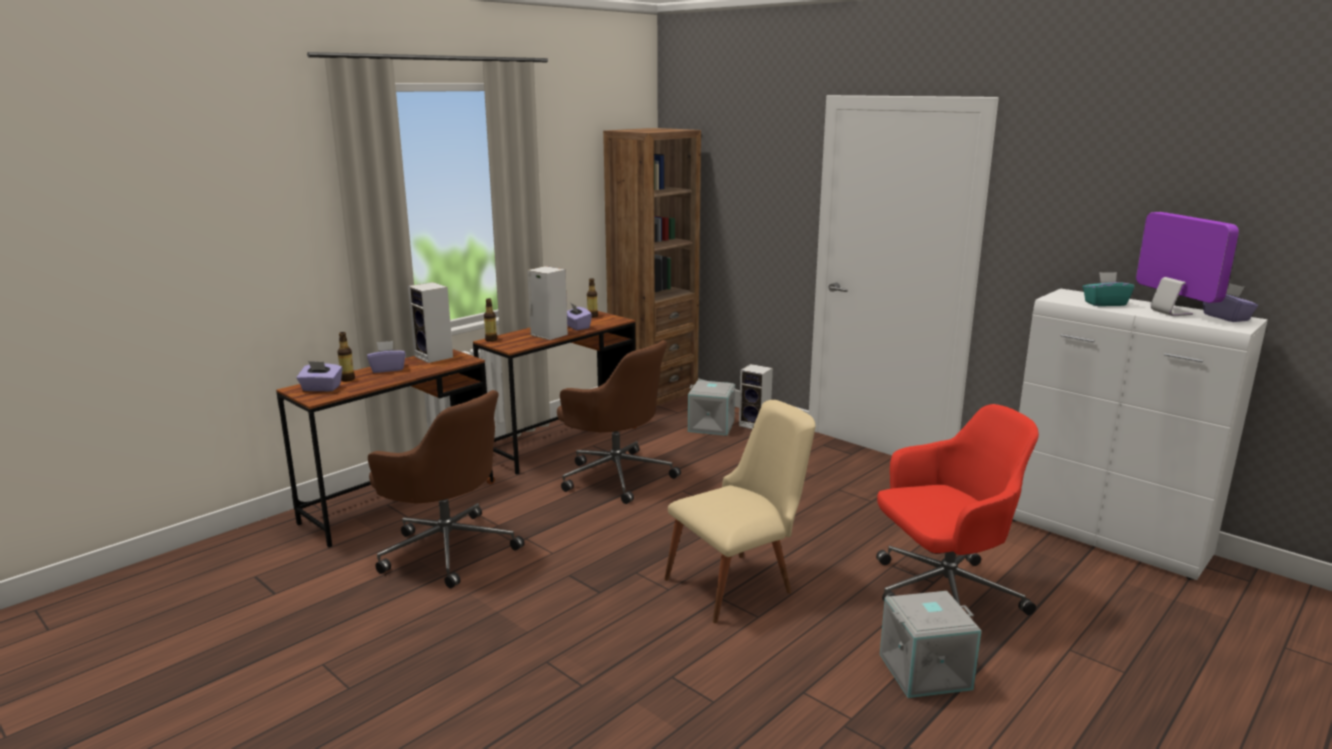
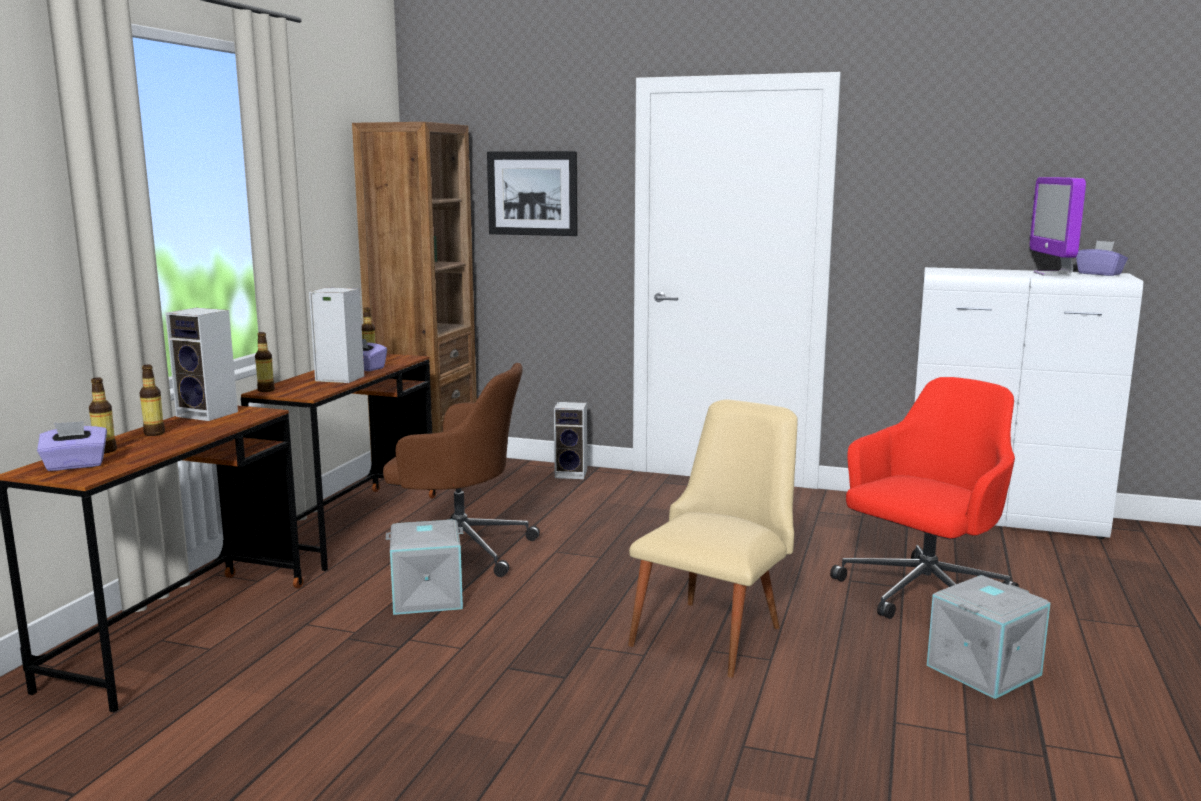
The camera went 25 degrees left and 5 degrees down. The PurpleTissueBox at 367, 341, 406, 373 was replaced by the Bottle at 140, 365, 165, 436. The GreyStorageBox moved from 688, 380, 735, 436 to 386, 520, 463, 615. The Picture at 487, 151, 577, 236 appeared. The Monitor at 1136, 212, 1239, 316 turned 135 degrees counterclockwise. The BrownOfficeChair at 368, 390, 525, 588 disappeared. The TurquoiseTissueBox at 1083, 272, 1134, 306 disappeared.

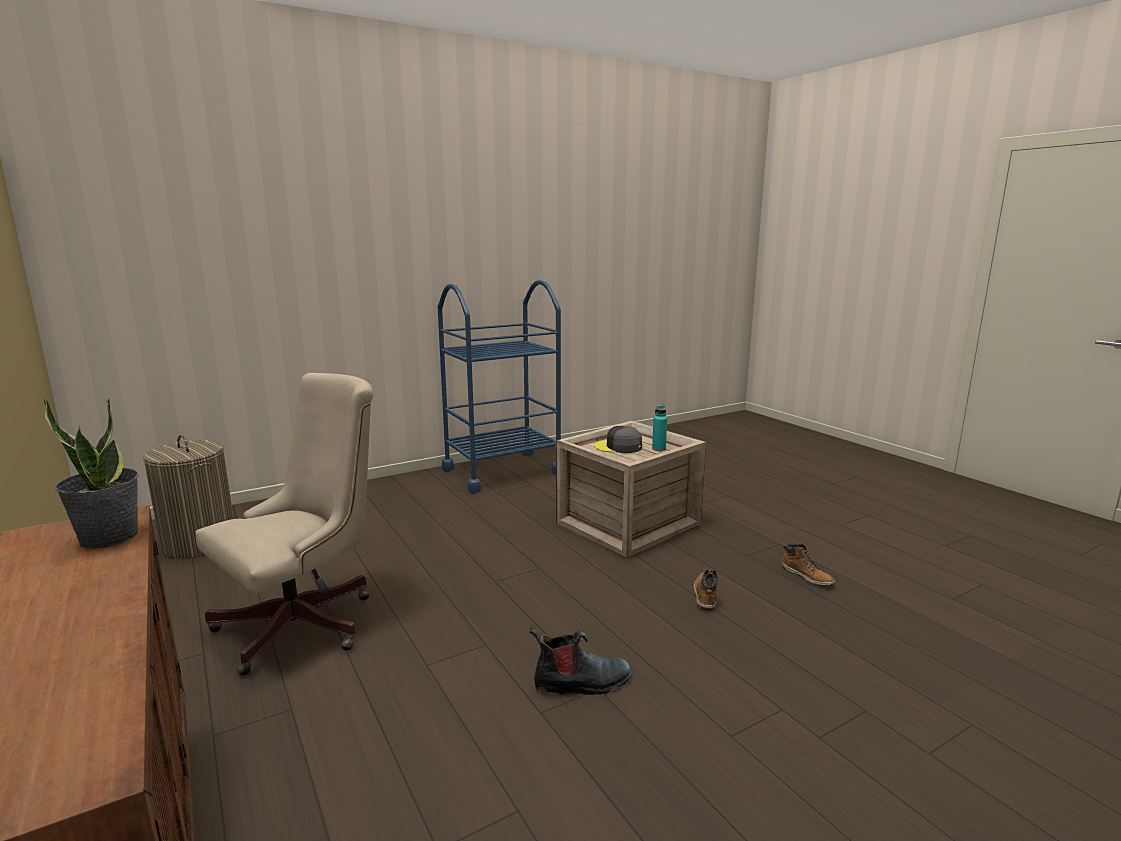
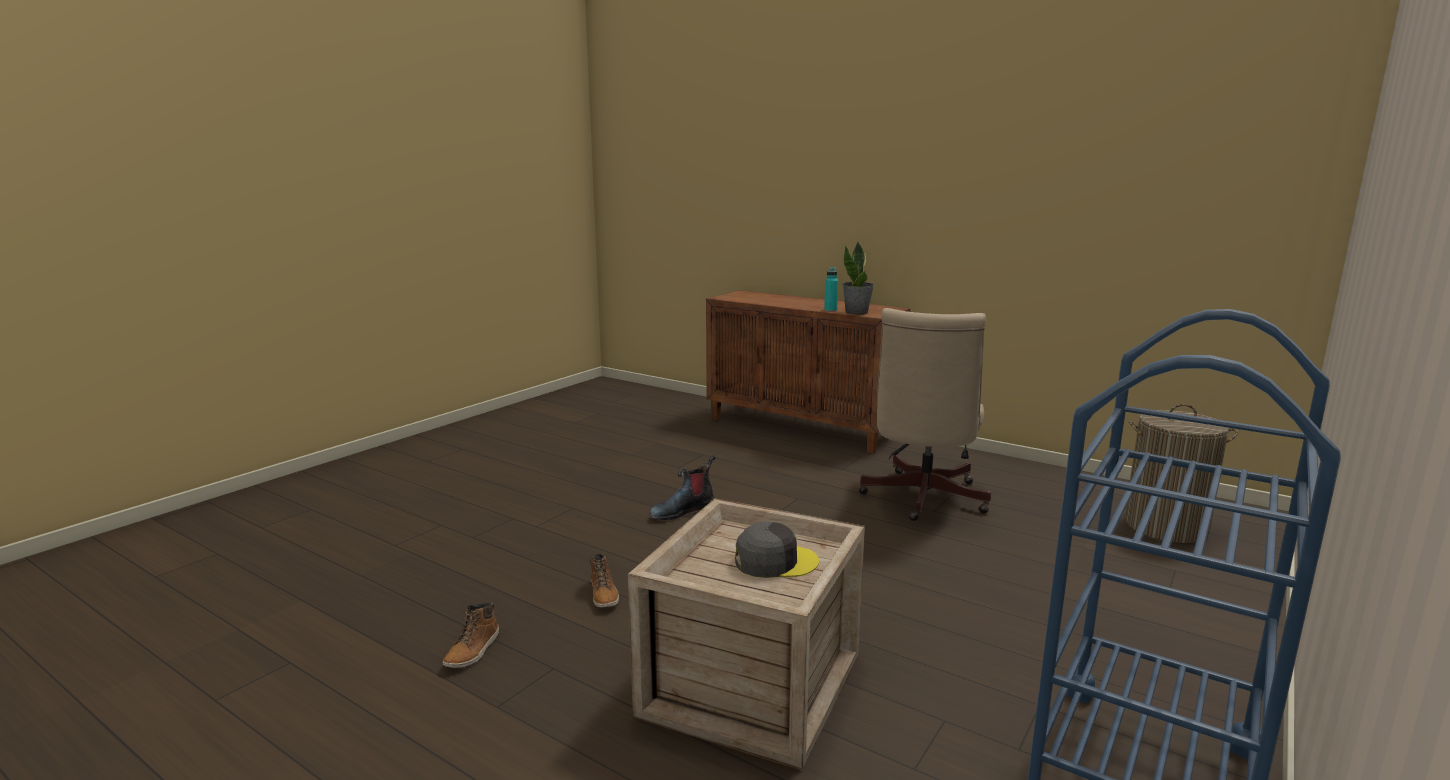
The camera went 155 degrees right and 0 degrees up. The Boot at 782, 544, 835, 586 turned 105 degrees counterclockwise. The TurquoiseBottle moved from 652, 404, 667, 451 to 824, 267, 838, 312.

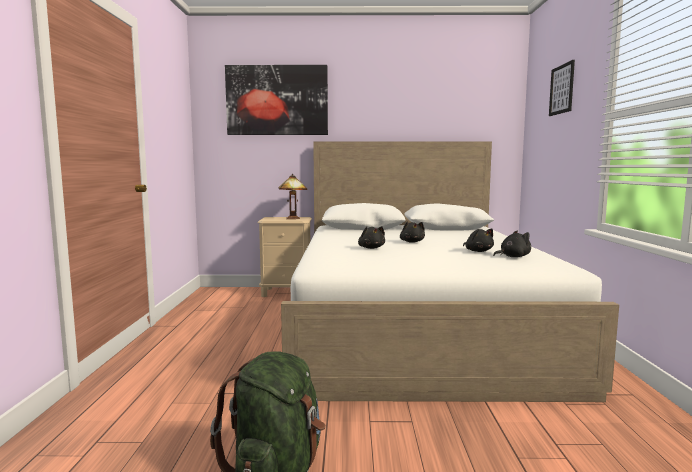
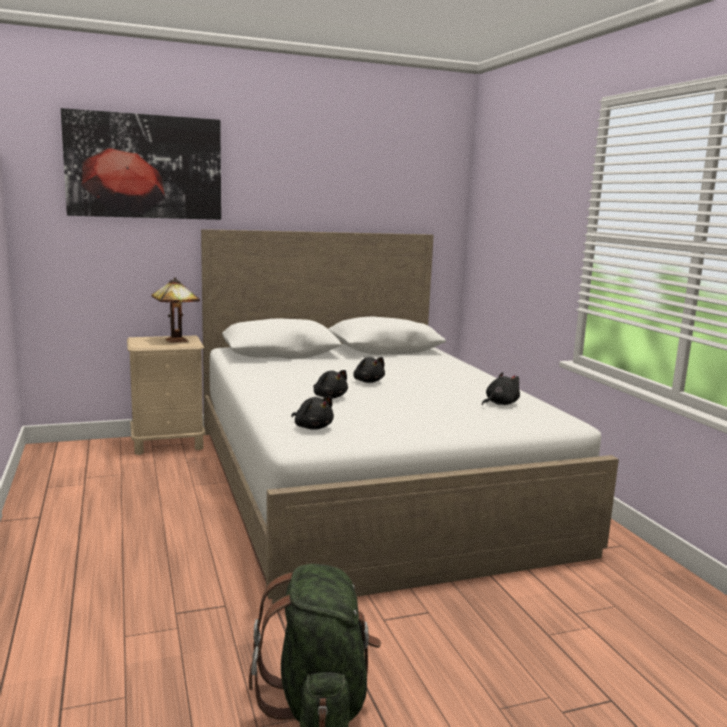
The camera went 20 degrees left and 5 degrees up. The BlackPlushToy moved from 463, 228, 494, 252 to 291, 396, 334, 430. The Picture at 549, 60, 575, 116 disappeared.

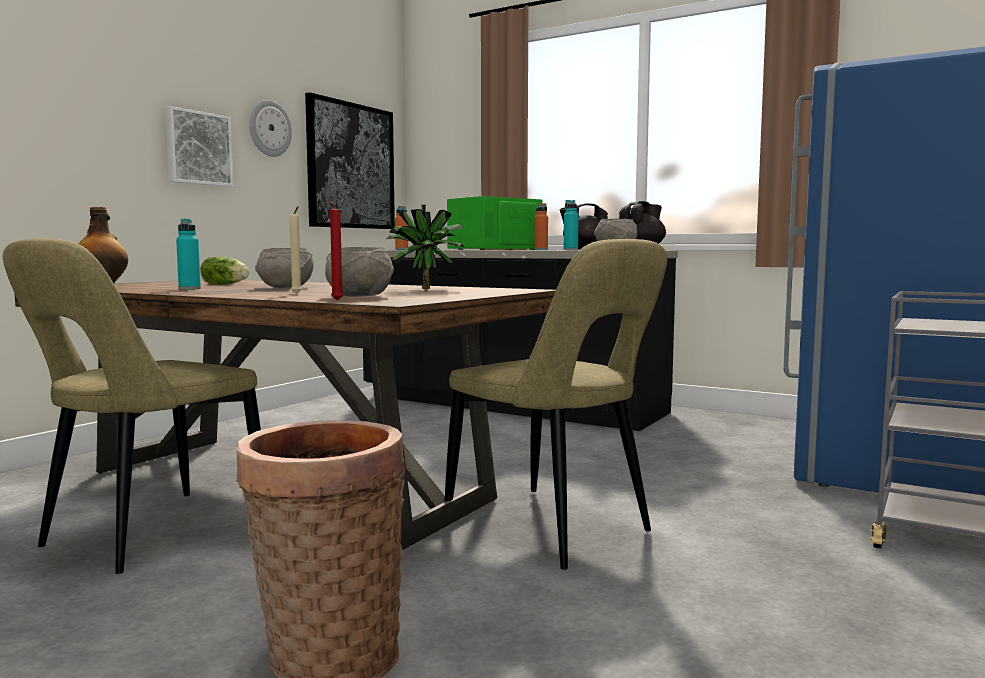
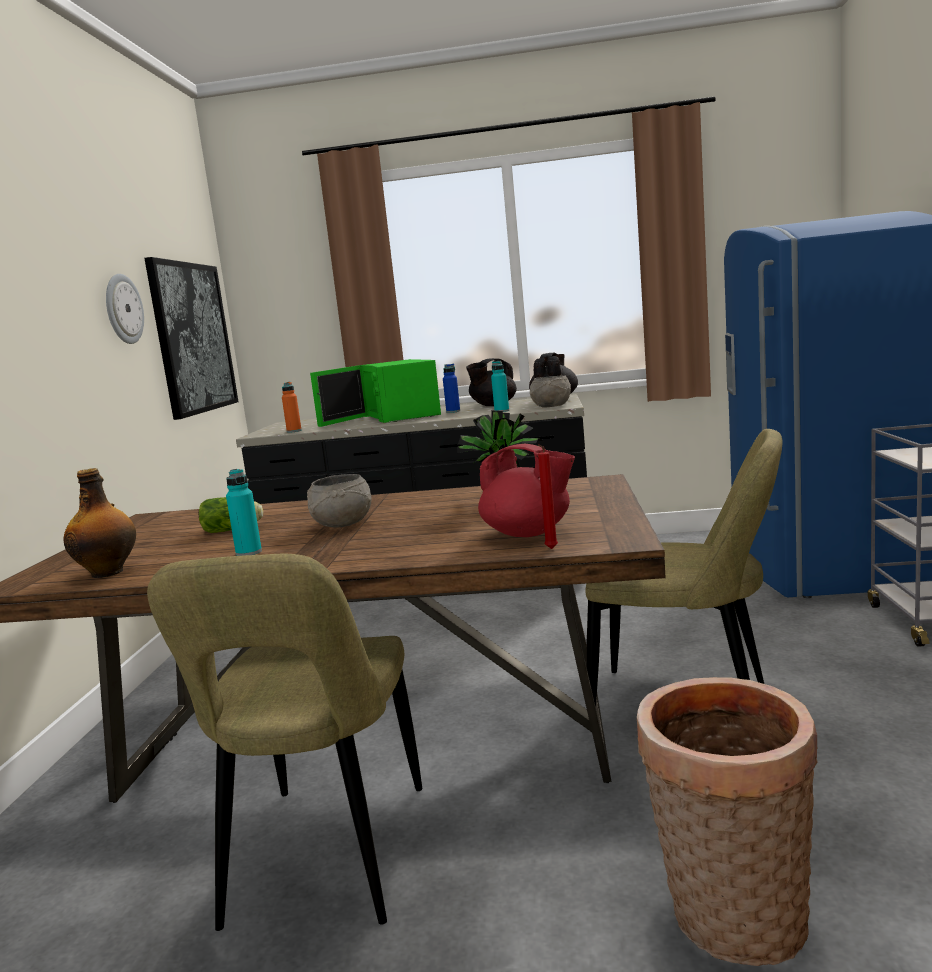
The camera went 25 degrees left and 5 degrees up. The GreenMicrowave at 447, 196, 542, 250 turned 45 degrees counterclockwise. The OrangeBottle at 534, 203, 548, 250 became the BlueBottle at 443, 363, 460, 413. The GreyBowl at 325, 247, 394, 297 was replaced by the RedTeapot at 478, 444, 575, 537. The Picture at 165, 106, 234, 187 disappeared. The BeigeCandle at 290, 206, 302, 294 disappeared.

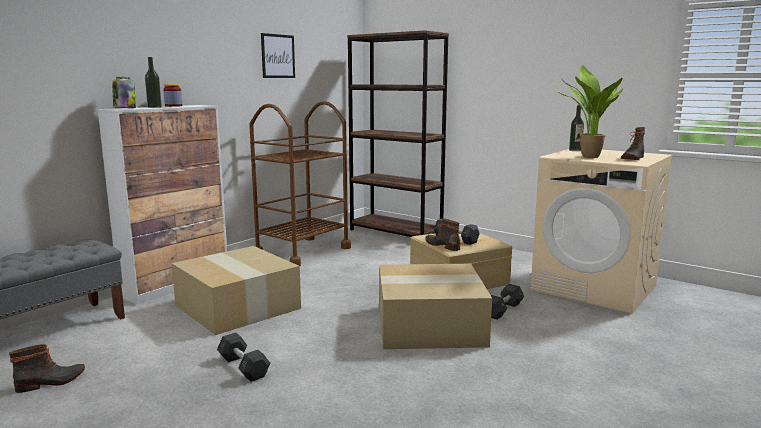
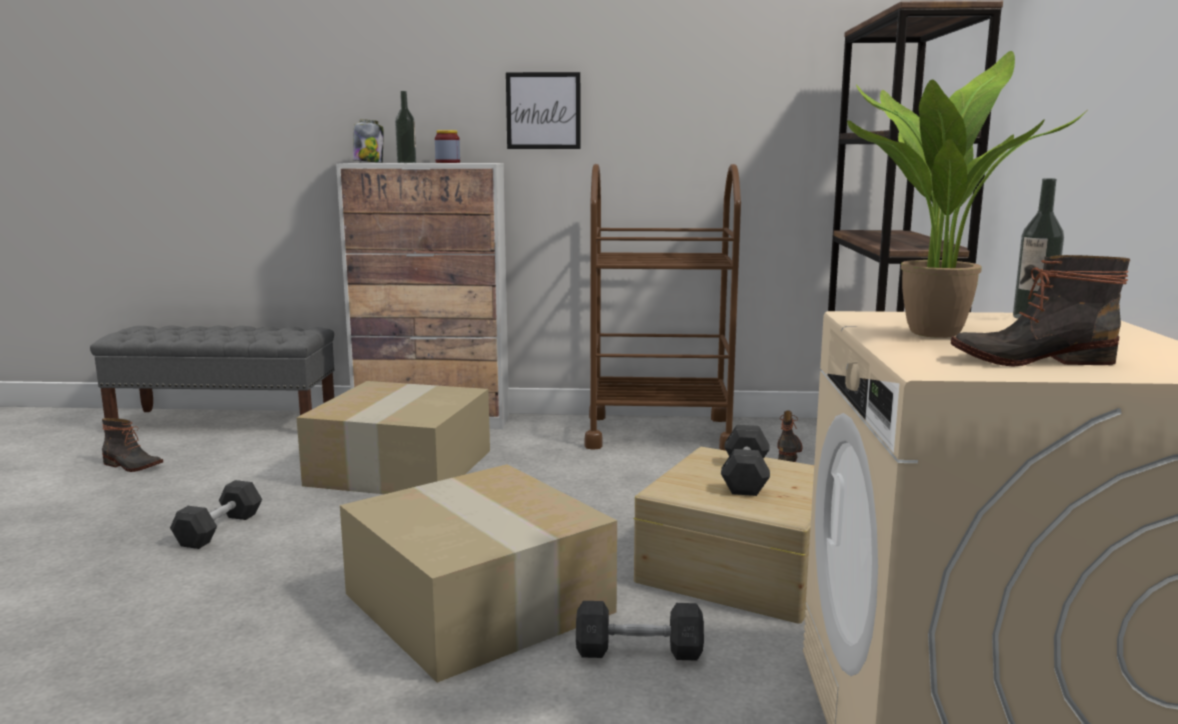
The camera went 55 degrees right and 0 degrees up. The Picture moved from 261, 33, 295, 78 to 506, 72, 580, 149. The Boot moved from 425, 219, 461, 251 to 777, 410, 802, 462.

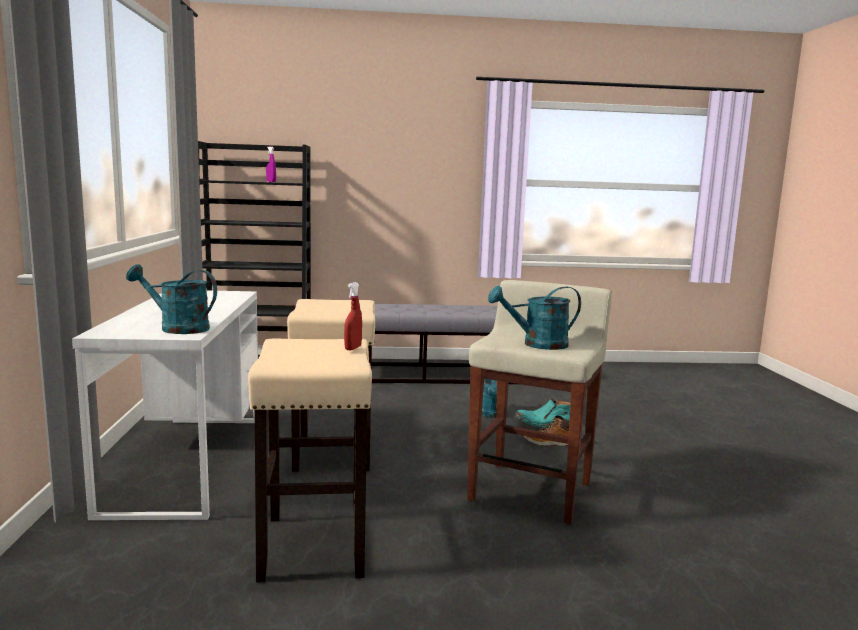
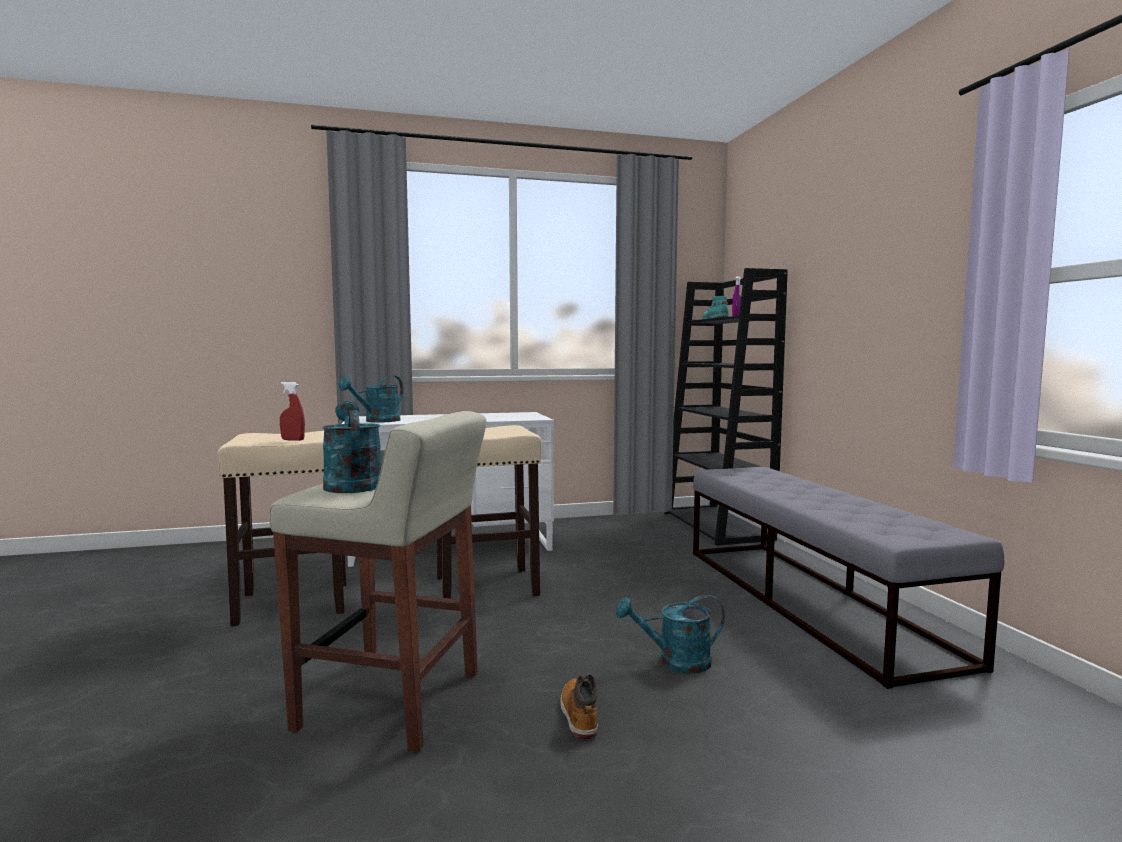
The camera went 80 degrees right and 5 degrees down. The TurquoiseWateringCan at 126, 264, 217, 334 turned 150 degrees counterclockwise. The TurquoiseBoot moved from 515, 398, 570, 427 to 703, 296, 729, 319.

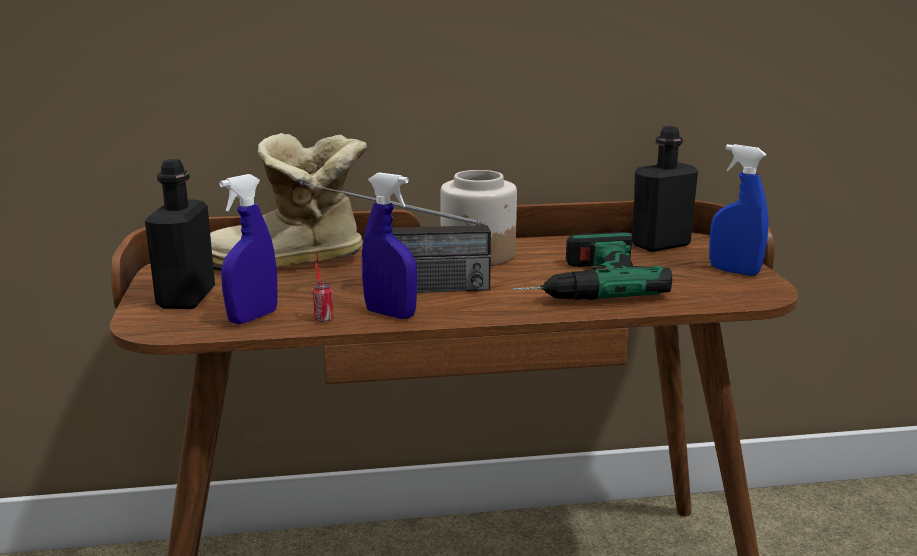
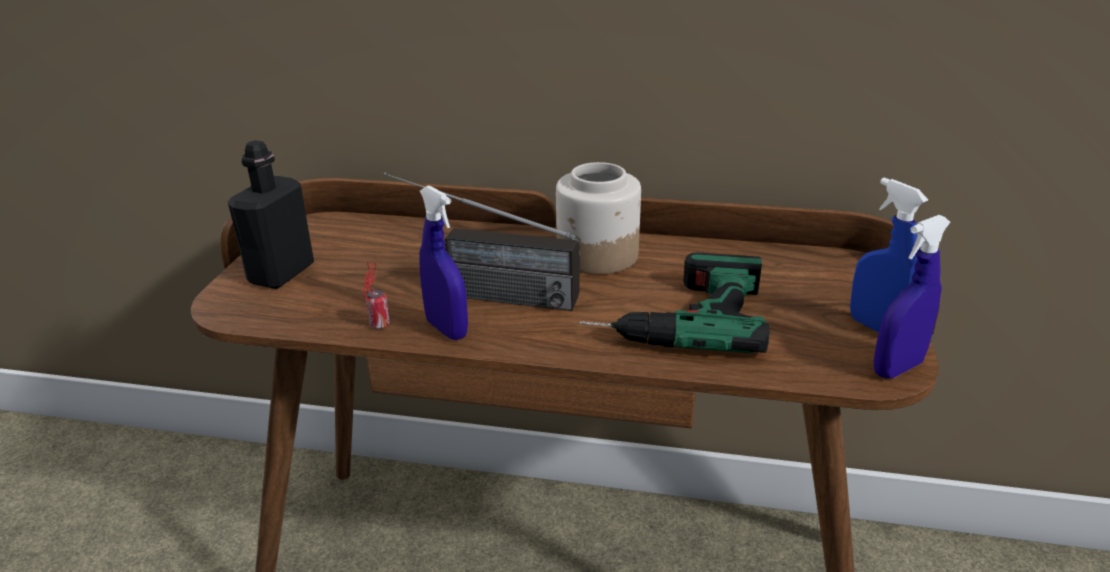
The camera went 20 degrees right and 10 degrees up. The BlueSprayBottle moved from 219, 174, 278, 324 to 874, 215, 950, 378. The Boot at 210, 133, 367, 271 disappeared. The BlackBottle at 632, 126, 698, 252 disappeared.

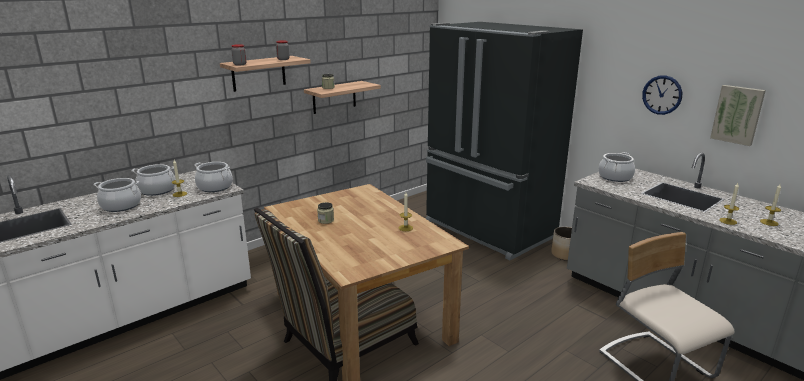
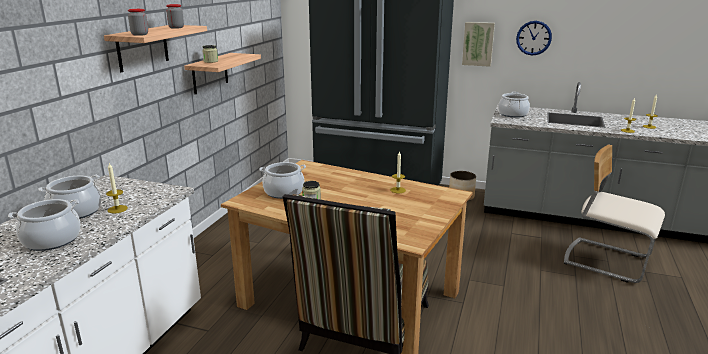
The camera went 30 degrees left and 0 degrees up. The CookingPot moved from 195, 162, 233, 192 to 259, 162, 306, 199. The Picture moved from 710, 85, 766, 146 to 462, 22, 495, 67.

